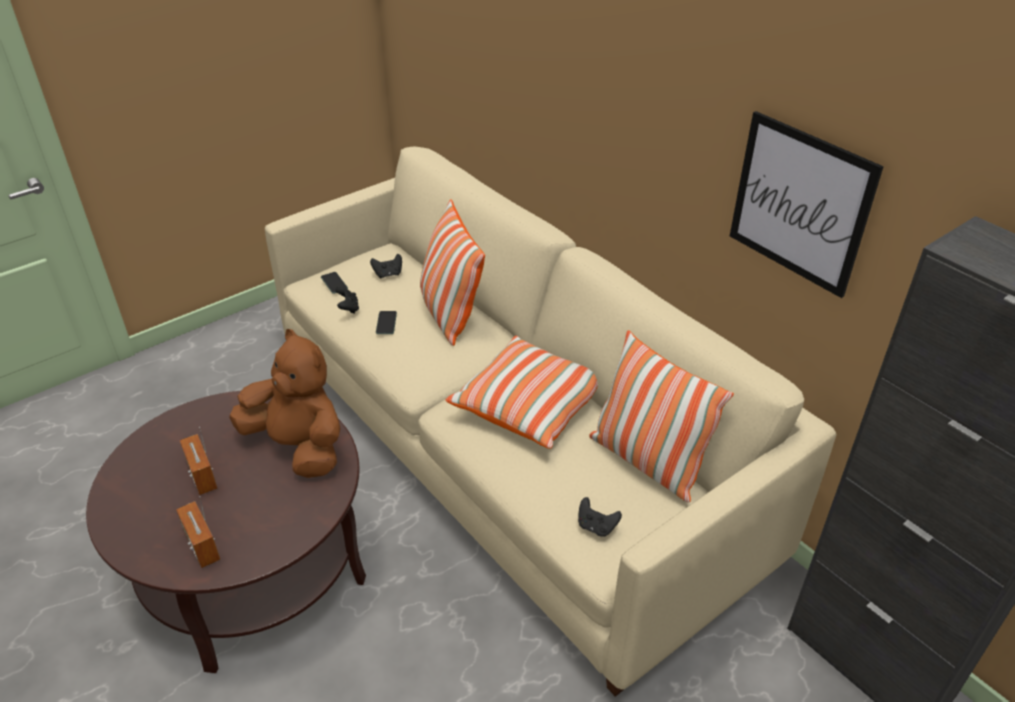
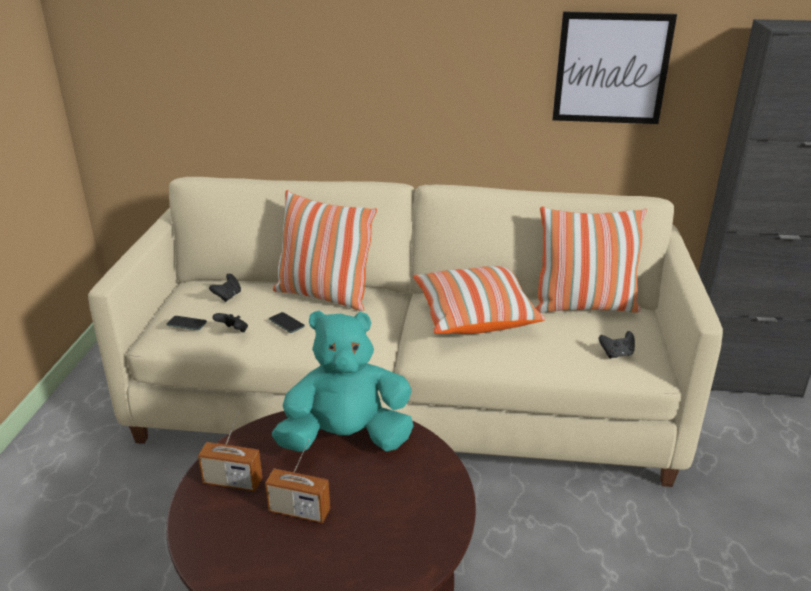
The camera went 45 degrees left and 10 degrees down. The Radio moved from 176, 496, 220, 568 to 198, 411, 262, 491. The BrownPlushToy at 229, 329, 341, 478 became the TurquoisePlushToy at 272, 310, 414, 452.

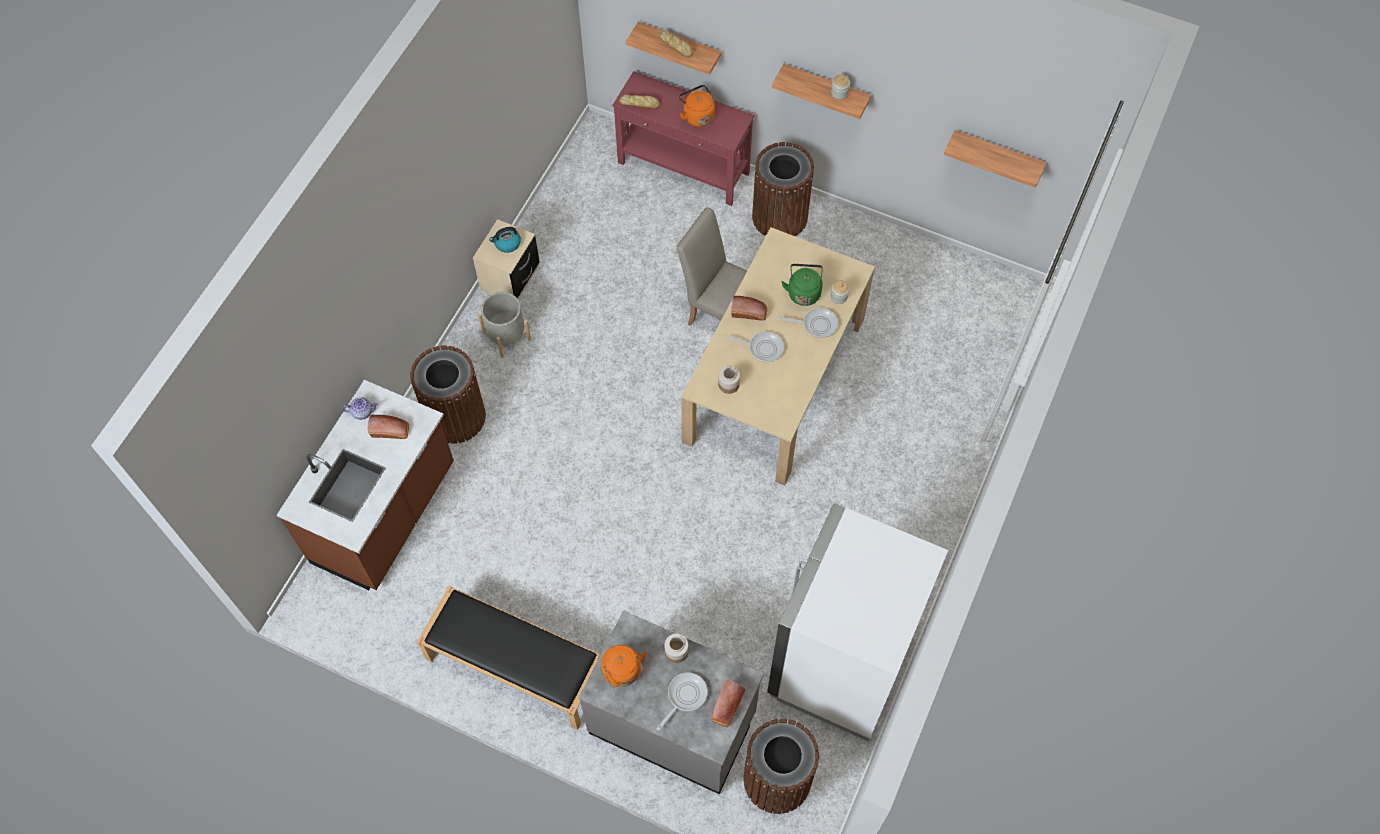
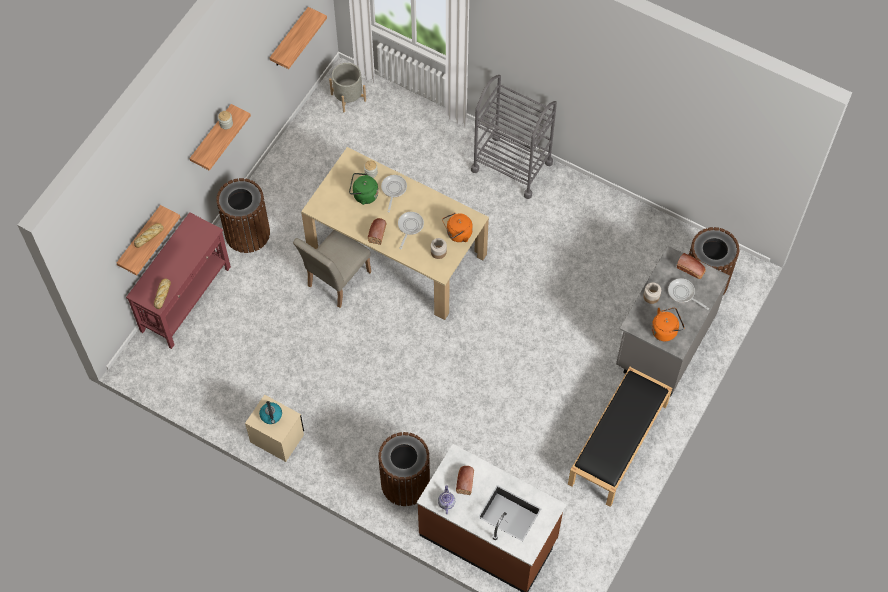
The camera went 85 degrees left and 0 degrees up. The GreyPlanter moved from 478, 292, 531, 358 to 329, 63, 366, 113. The OrangeKettle moved from 679, 85, 715, 127 to 442, 213, 473, 242. The GreyCart at 471, 75, 557, 199 appeared. The WhiteFridge at 767, 503, 948, 742 disappeared.

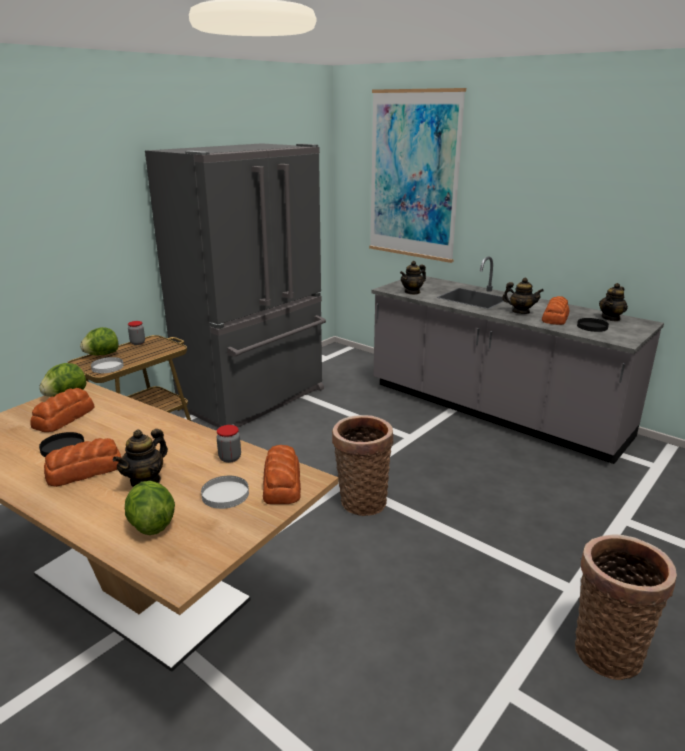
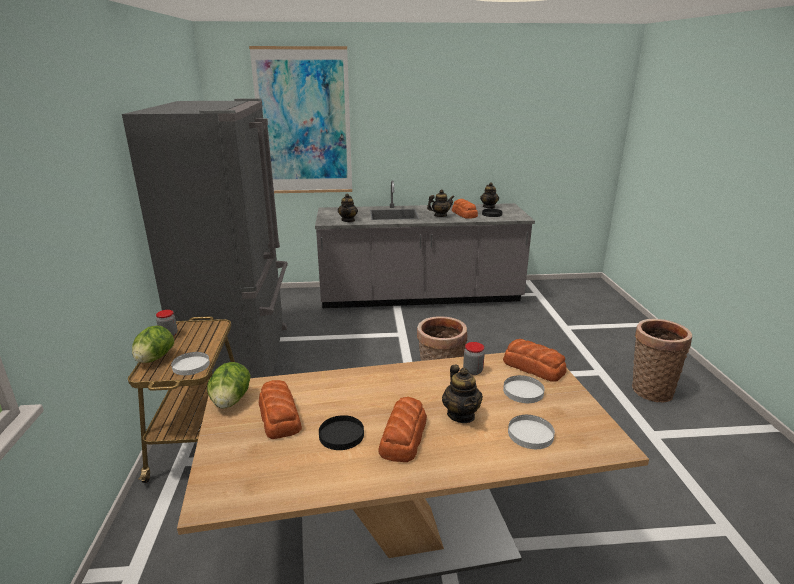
The camera went 45 degrees left and 0 degrees up. The Lettuce at 125, 481, 175, 535 was replaced by the WhitePlate at 508, 415, 555, 449.

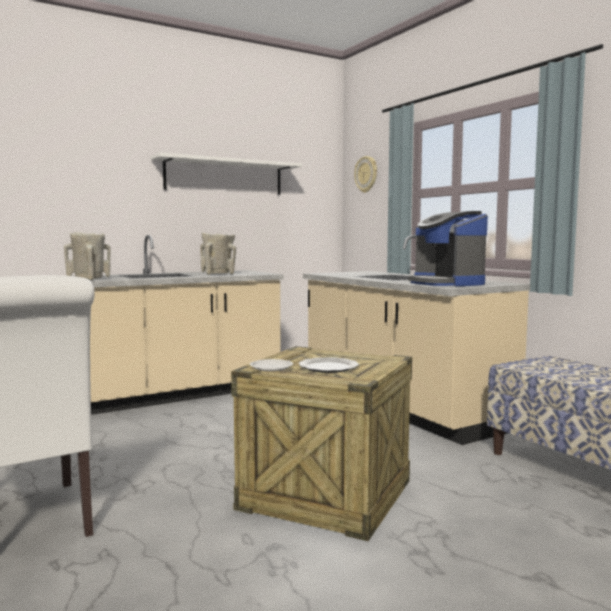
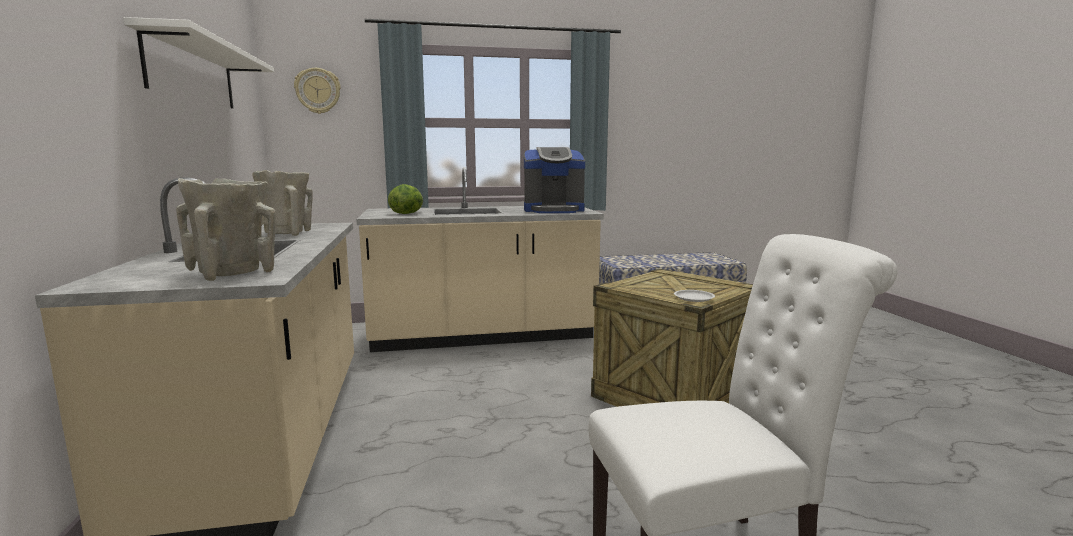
The camera went 70 degrees left and 5 degrees up. The Lettuce at 388, 184, 423, 214 appeared. The Plate at 299, 357, 359, 373 disappeared.

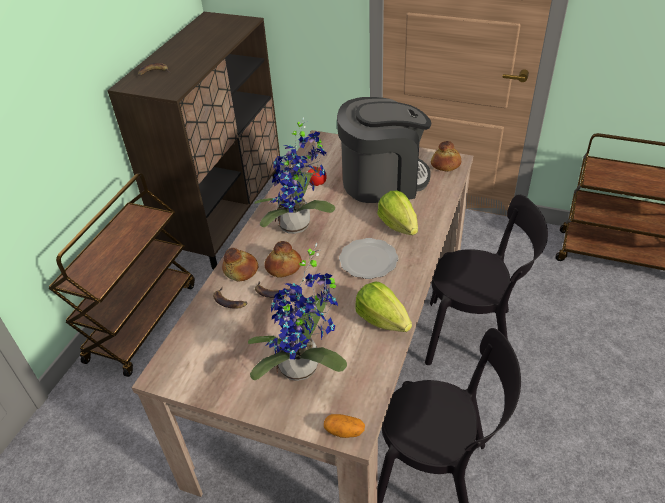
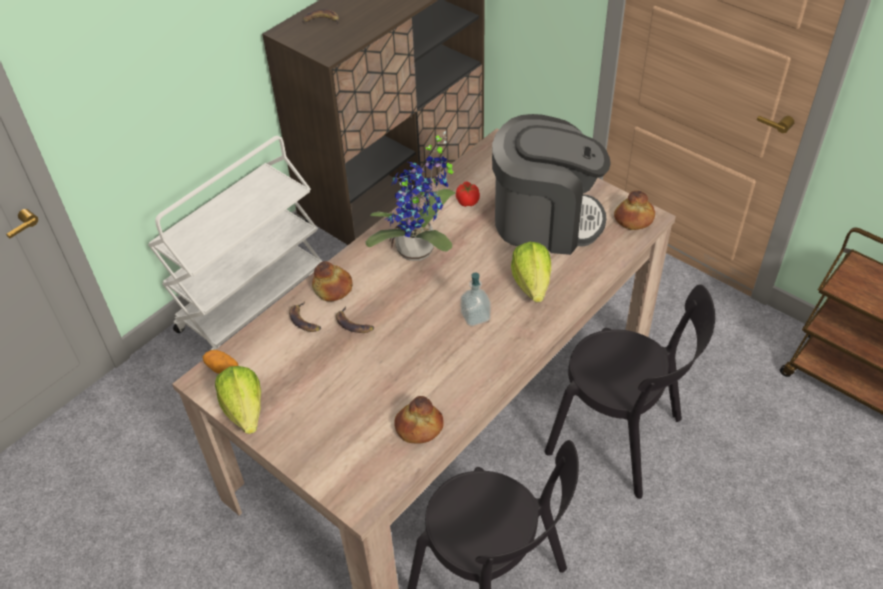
The camera went 20 degrees right and 5 degrees up. The BrownCart at 48, 173, 195, 377 became the WhiteCart at 148, 136, 323, 350. The Potato moved from 324, 414, 365, 438 to 203, 350, 238, 374. The Lettuce moved from 355, 282, 412, 332 to 215, 366, 261, 434. The Bread moved from 264, 241, 302, 278 to 394, 396, 444, 443. The Plate at 339, 238, 398, 279 was replaced by the SoapDispenser at 460, 272, 491, 326. The PottedPlant at 248, 243, 347, 381 disappeared.

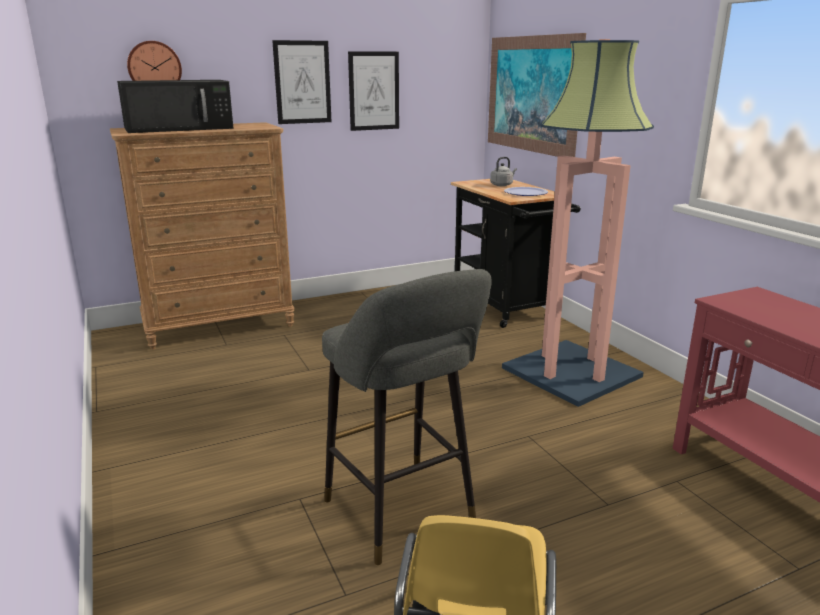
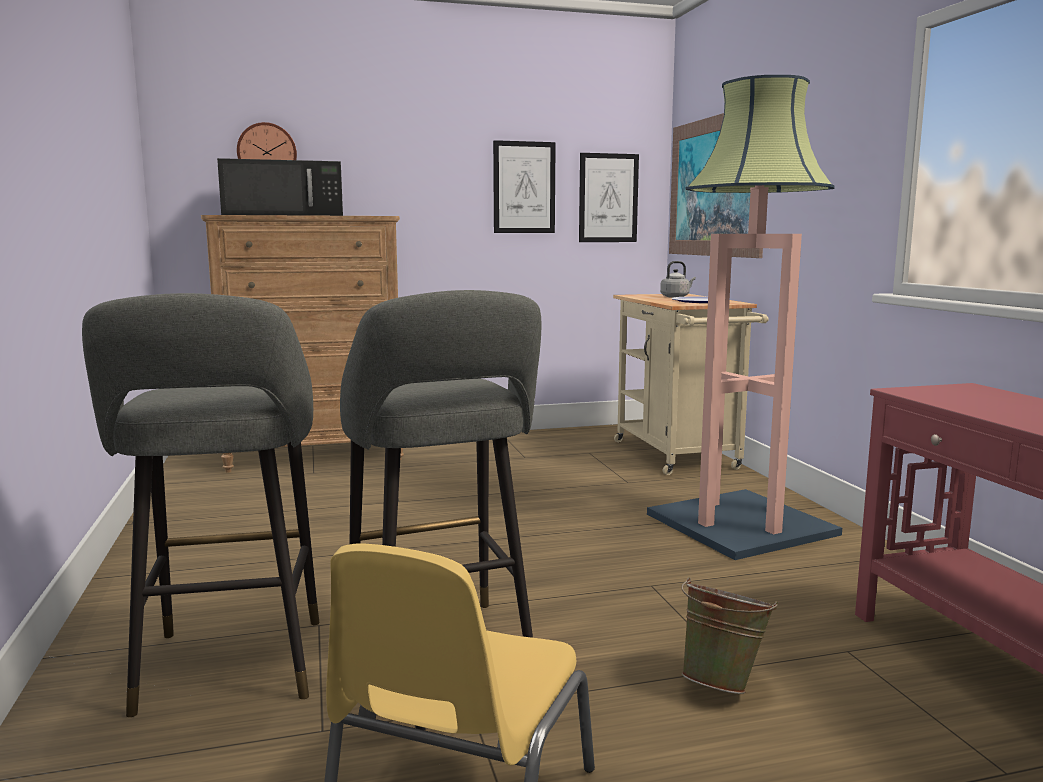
The camera went 10 degrees right and 10 degrees down. The GreyStool at 82, 293, 319, 717 appeared. The Picture moved from 272, 40, 331, 124 to 579, 153, 639, 242. The BlackCart at 451, 179, 581, 328 became the BeigeCart at 613, 294, 769, 475. The GreenBucket at 681, 577, 778, 694 appeared.

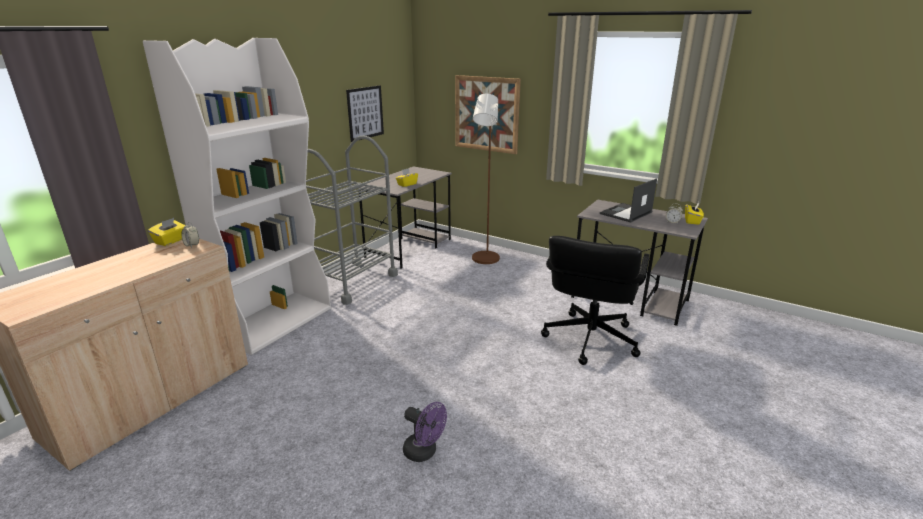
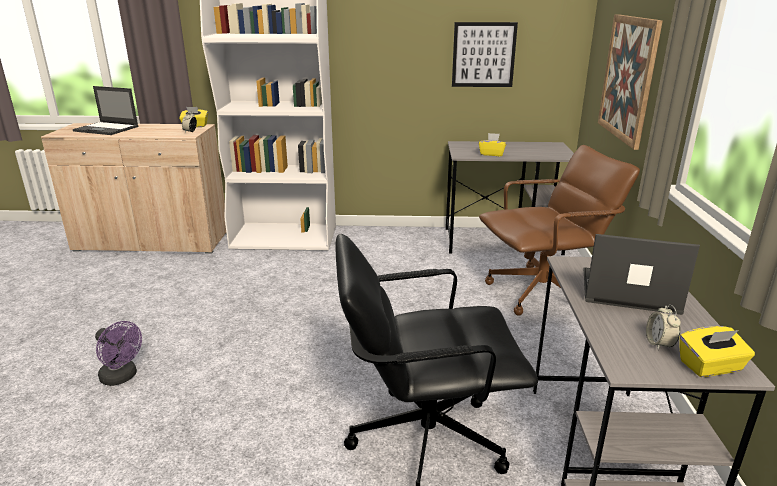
The camera went 60 degrees right and 0 degrees up. The Laptop at 73, 86, 139, 135 appeared. The PurpleFan at 403, 402, 447, 462 turned 60 degrees counterclockwise. The BrownFloorLamp at 472, 94, 500, 264 was replaced by the BrownOfficeChair at 479, 145, 640, 316. The GreyCart at 306, 136, 398, 305 disappeared.

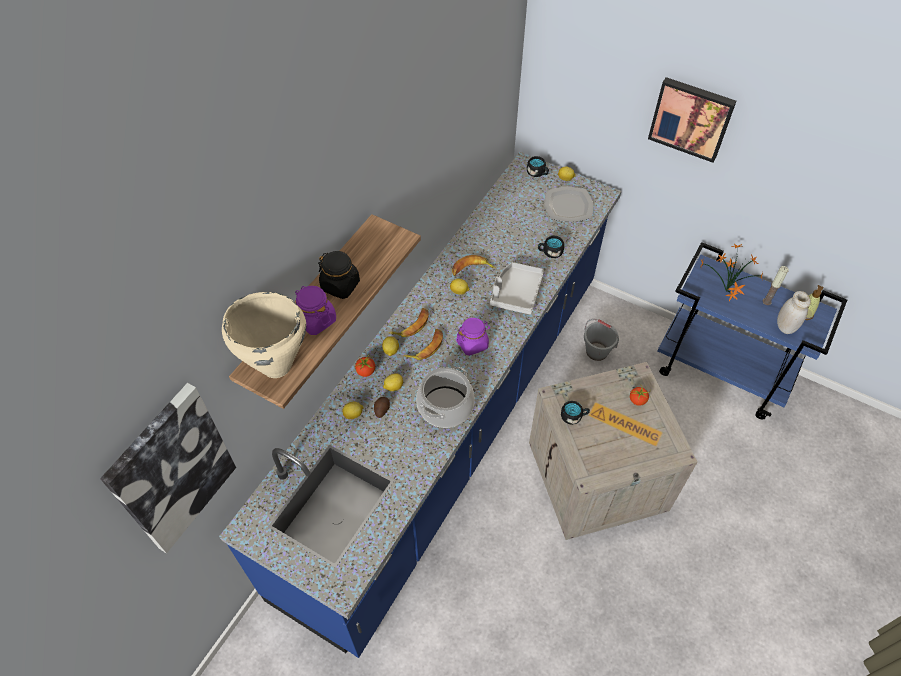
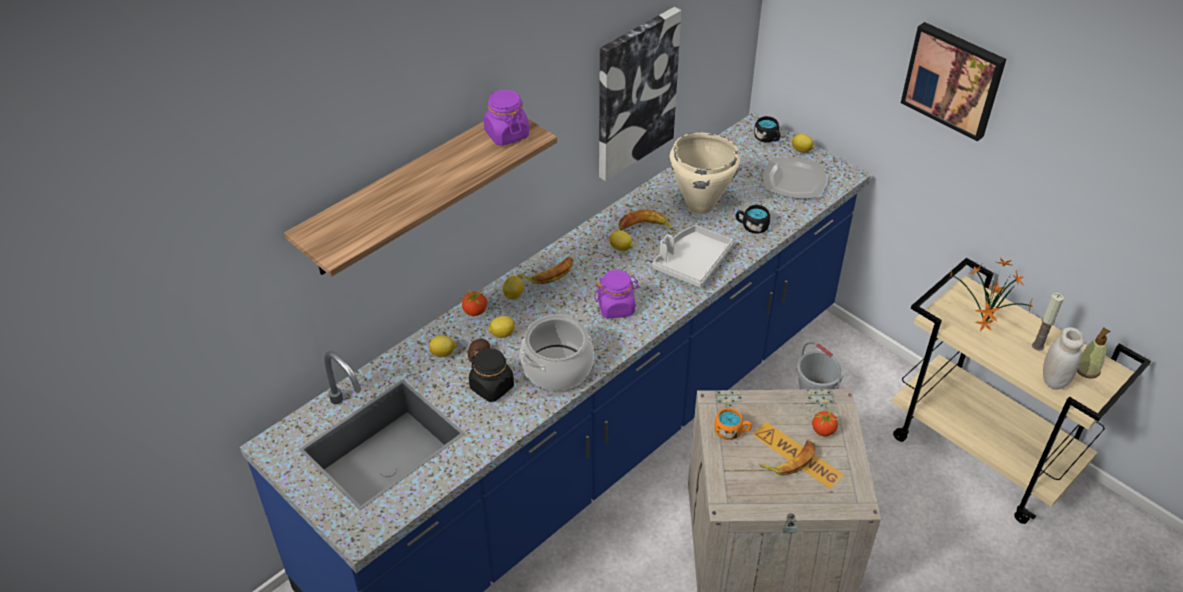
The camera went 15 degrees right and 10 degrees down. The BlackJar moved from 318, 251, 360, 299 to 469, 348, 514, 402. The PurpleJar moved from 295, 286, 336, 335 to 484, 90, 529, 146. The Picture moved from 100, 383, 236, 554 to 599, 7, 681, 181. The BeigeCookingPot moved from 222, 292, 306, 378 to 669, 133, 740, 214. The BlackMug at 561, 401, 590, 425 became the OrangeMug at 714, 408, 752, 440. The Banana moved from 403, 329, 443, 360 to 759, 440, 816, 475. The BlueCart at 657, 242, 847, 420 became the BeigeCart at 892, 258, 1151, 524.

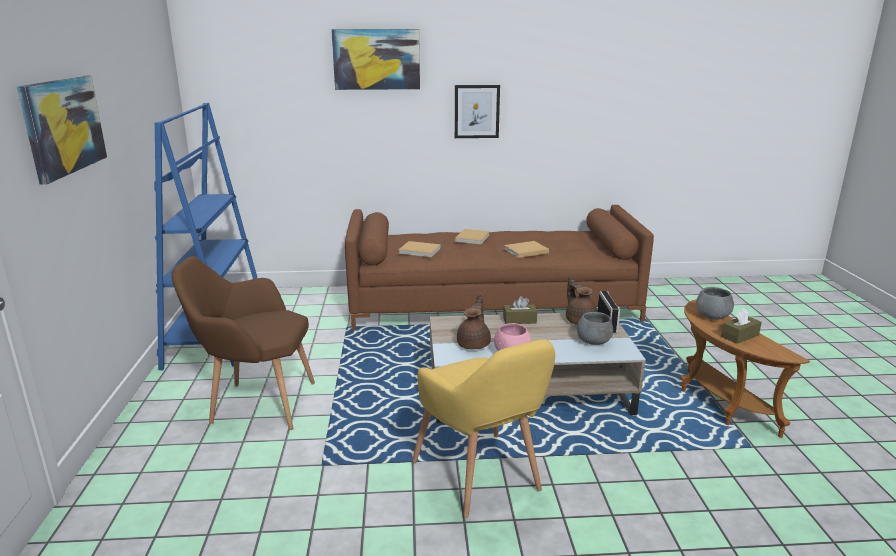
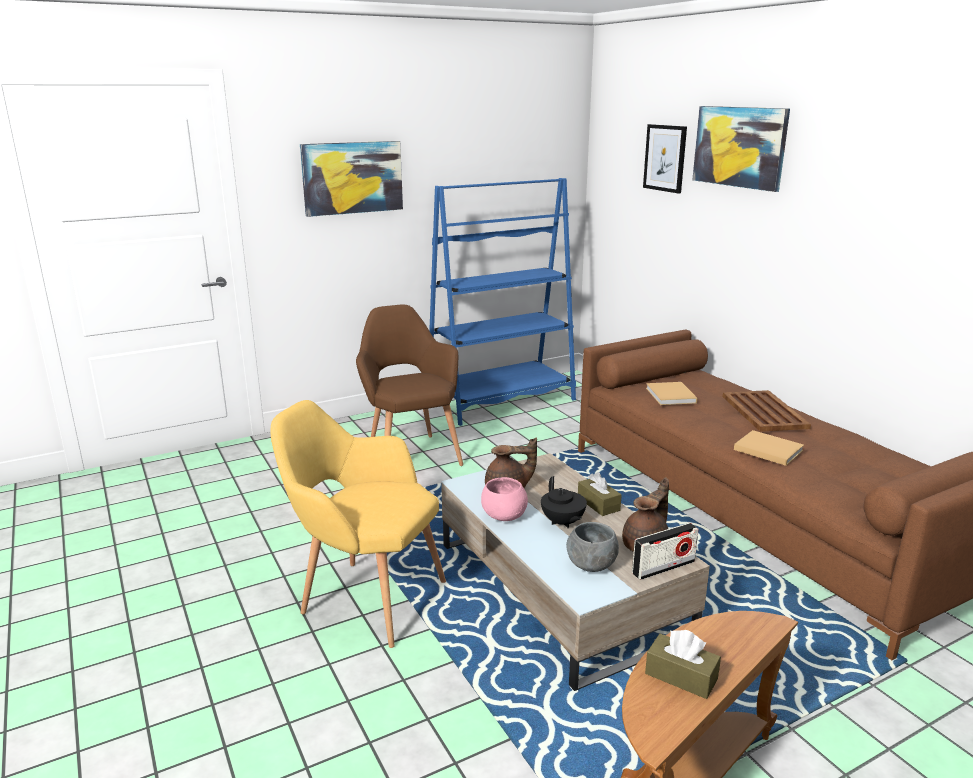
The camera went 65 degrees right and 0 degrees up. The YellowArmchair at 412, 339, 555, 518 turned 75 degrees clockwise. The BlackTeapot at 541, 476, 587, 528 appeared. The Picture moved from 455, 85, 500, 138 to 643, 124, 687, 194. The BeigeBook at 455, 229, 490, 244 was replaced by the BrownTray at 723, 390, 811, 432. The GreyBowl at 696, 287, 734, 320 disappeared.

